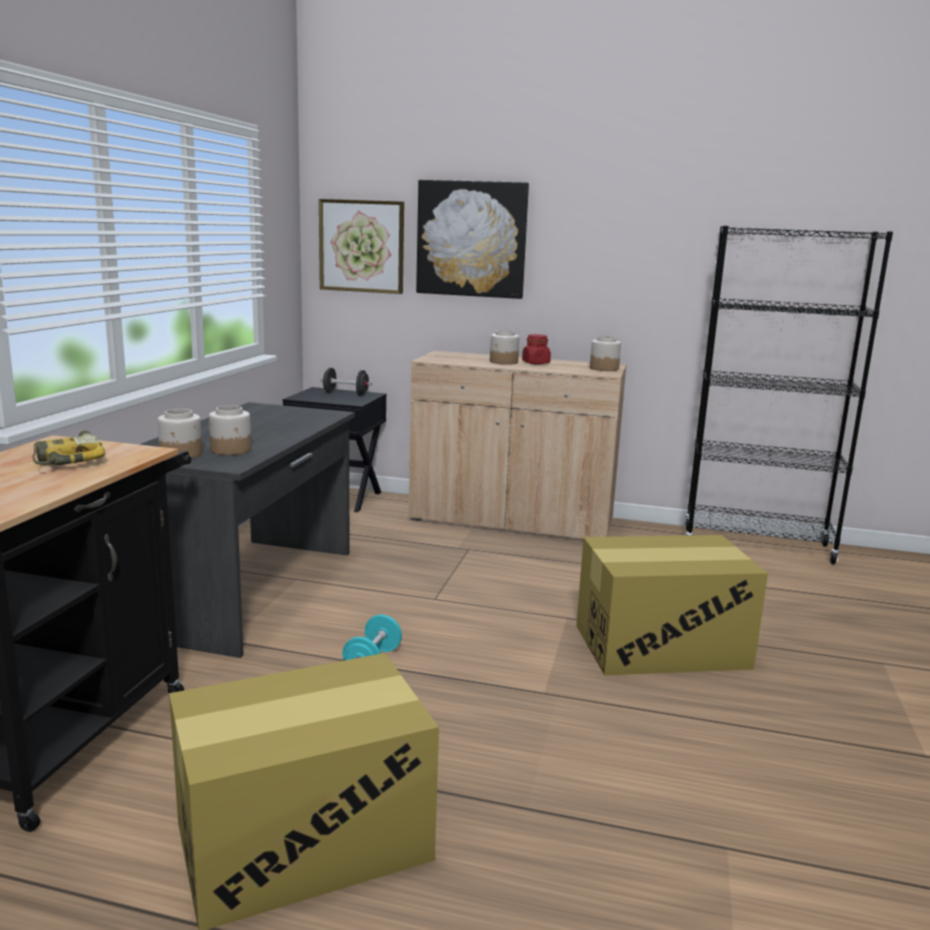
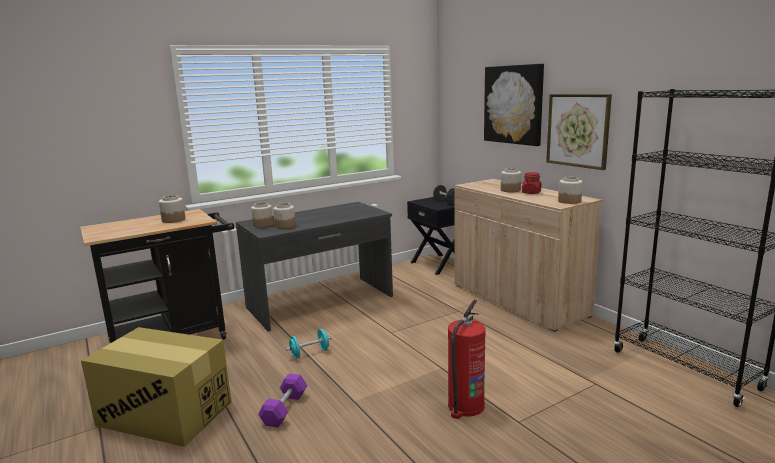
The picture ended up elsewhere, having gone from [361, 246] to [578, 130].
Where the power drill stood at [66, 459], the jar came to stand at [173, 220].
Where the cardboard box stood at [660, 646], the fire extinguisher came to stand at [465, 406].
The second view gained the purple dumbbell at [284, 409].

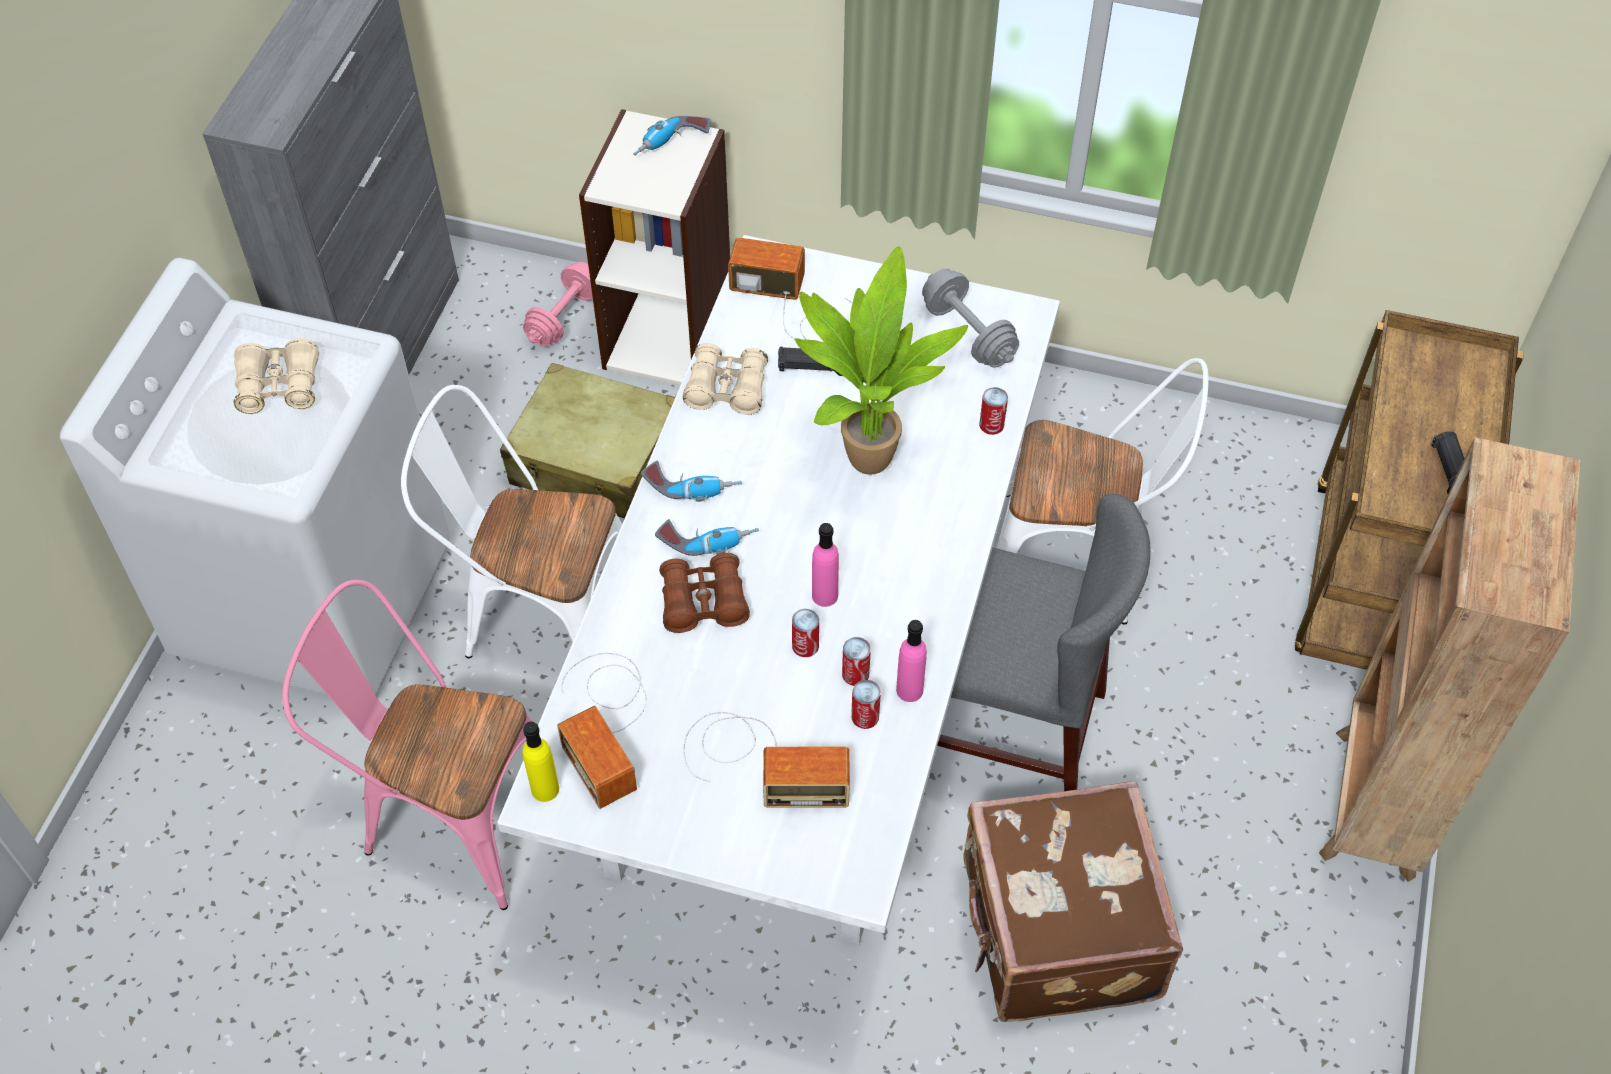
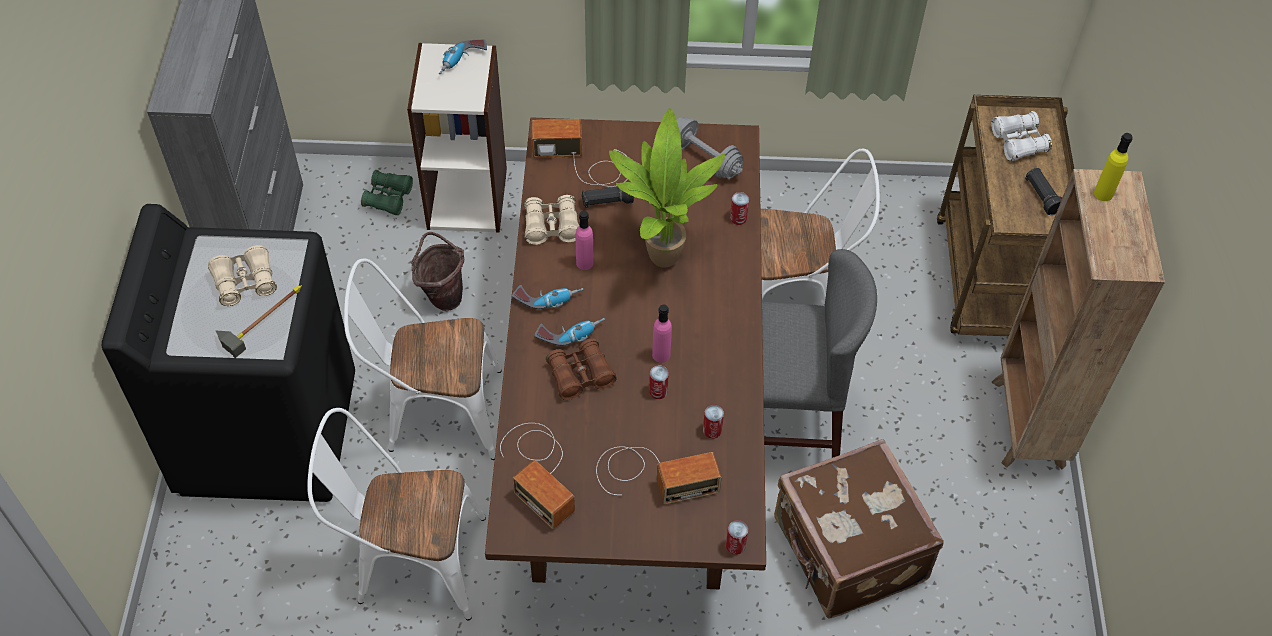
What was the white dining table at [805, 682] turned into the brown dining table at [632, 420].
What was the white washing machine at [316, 599] turned into the black washing machine at [268, 432].
Where the pink dumbbell stood at [564, 317], the green binoculars came to stand at [388, 198].
Where the beige suitcase stood at [597, 461], the brown bucket came to stand at [442, 295].
What was the pink chair at [449, 812] turned into the white chair at [410, 561].
The pink bottle ended up elsewhere, having gone from [909, 690] to [584, 263].
The can ended up elsewhere, having gone from [855, 674] to [735, 545].
The yellow bottle ended up elsewhere, having gone from [545, 789] to [1103, 194].
The second view gained the white binoculars at [1018, 142].
The second view gained the hammer at [262, 317].

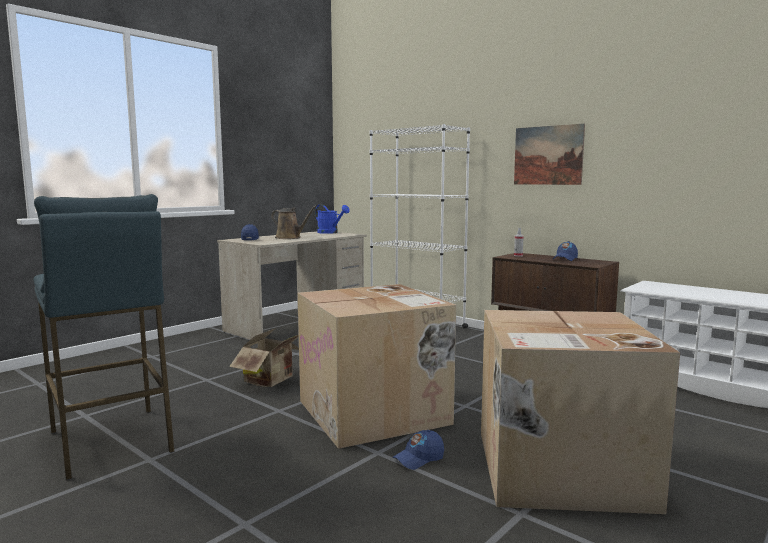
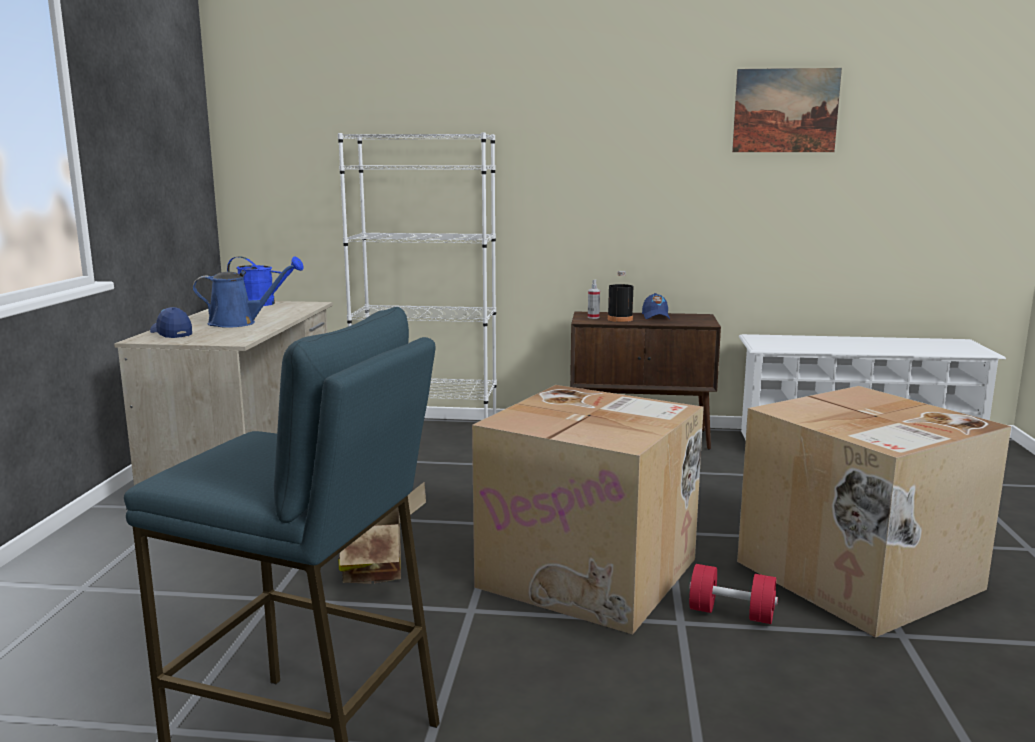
The picture ended up elsewhere, having gone from [548, 155] to [785, 110].
What was the brown watering can at [290, 238] turned into the blue watering can at [237, 323].
Where the blue cap stood at [419, 459], the red dumbbell came to stand at [731, 613].
The second view gained the black bottle at [620, 319].

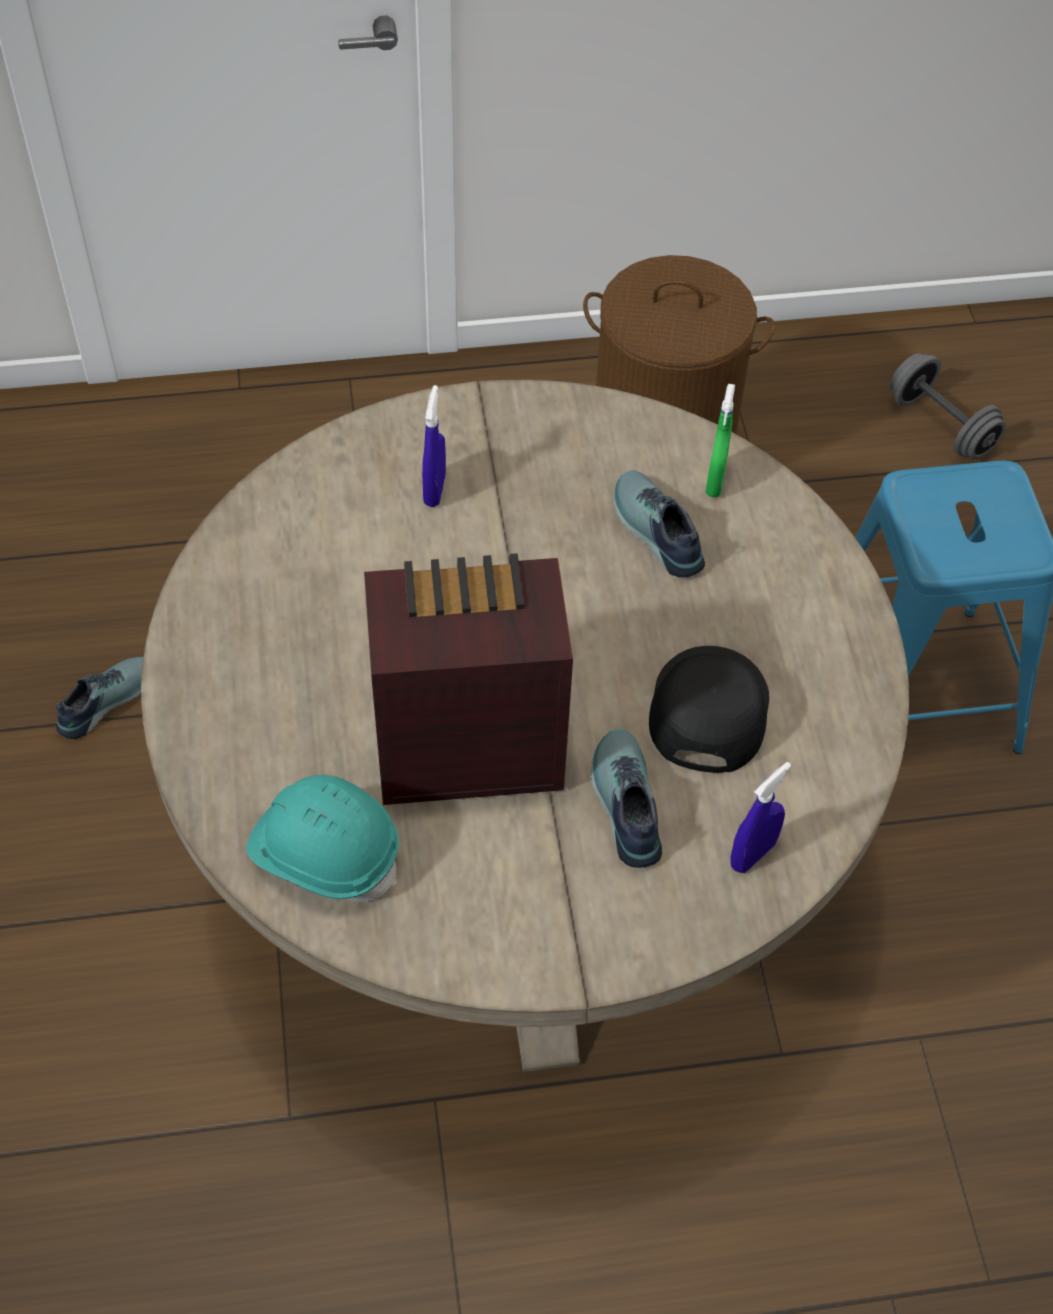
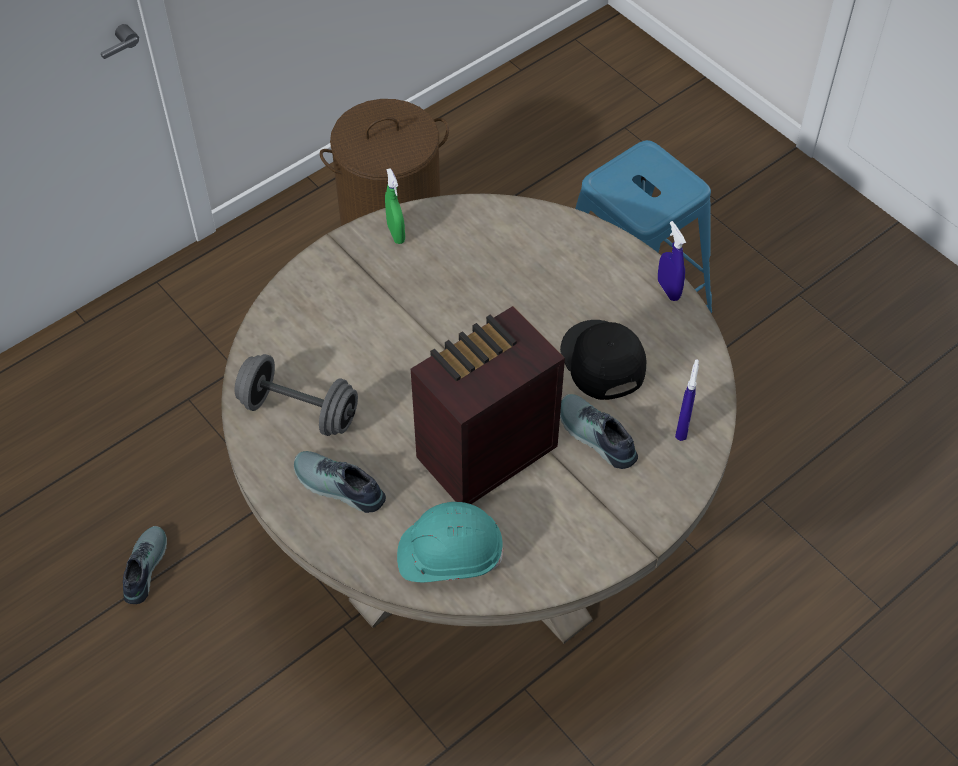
The grey dumbbell ended up elsewhere, having gone from [941, 425] to [299, 411].
The green spray bottle ended up elsewhere, having gone from [715, 481] to [396, 233].
The blue spray bottle ended up elsewhere, having gone from [434, 490] to [668, 290].
The shoe ended up elsewhere, having gone from [654, 532] to [338, 487].

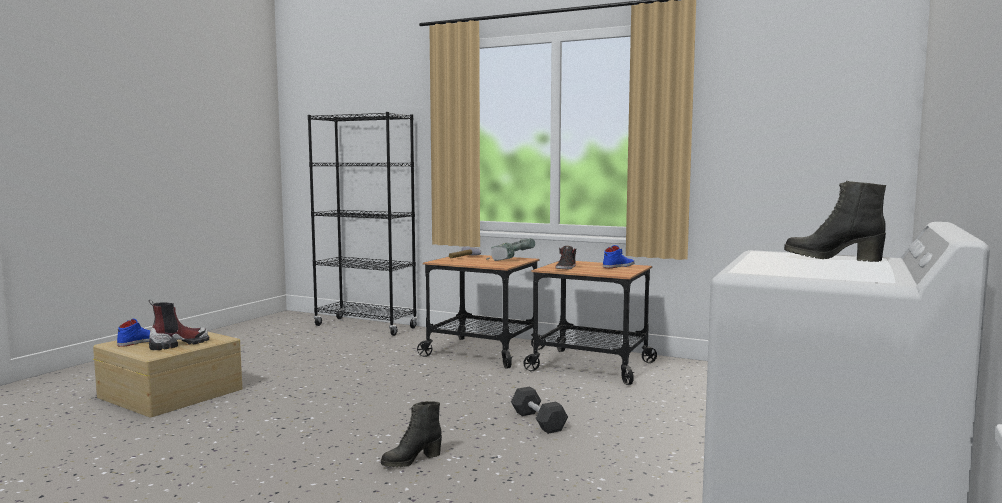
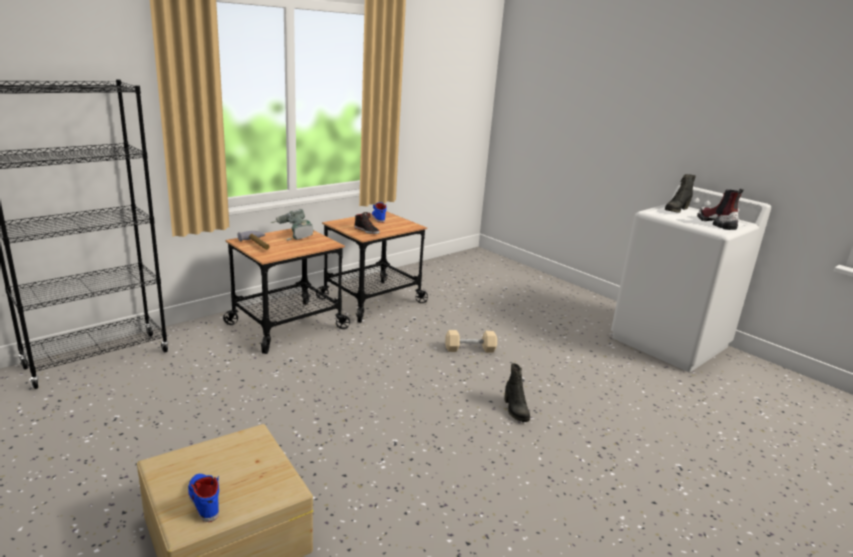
The boot ended up elsewhere, having gone from [179, 344] to [715, 223].
What was the black dumbbell at [538, 421] turned into the beige dumbbell at [470, 349].

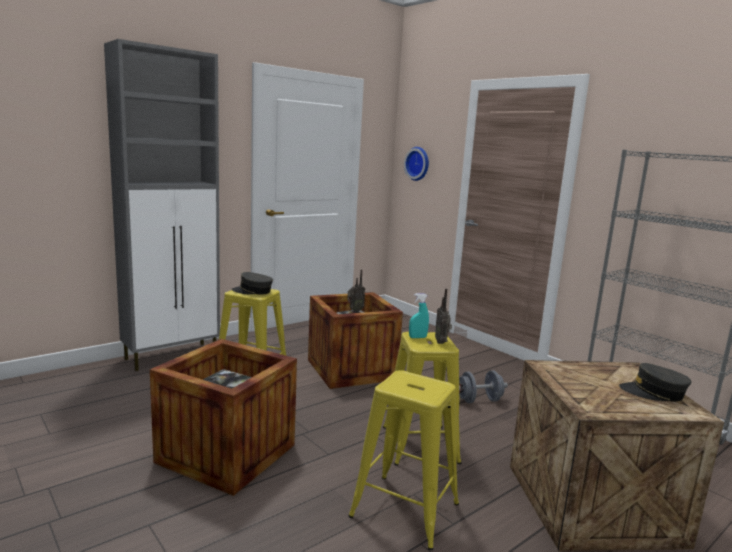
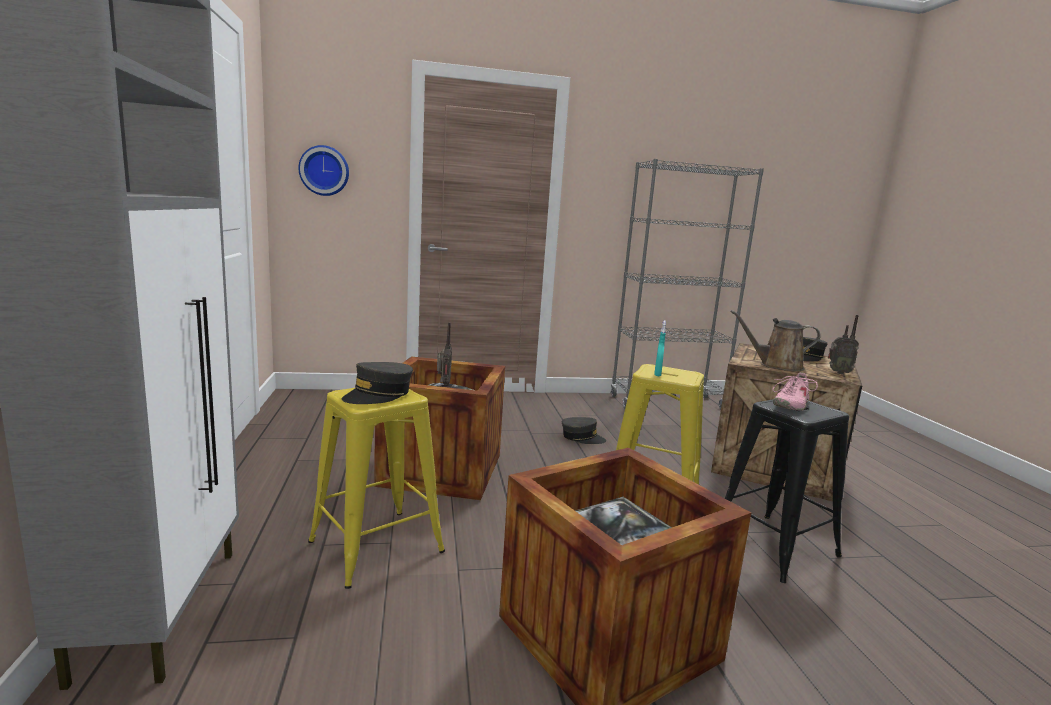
The radio ended up elsewhere, having gone from [441, 342] to [838, 372].
What was the yellow stool at [405, 510] turned into the black stool at [774, 546].
Where the grey dumbbell stood at [479, 400], the grey cap came to stand at [582, 438].
The second view gained the brown watering can at [776, 365].
The second view gained the pink shoe at [790, 404].

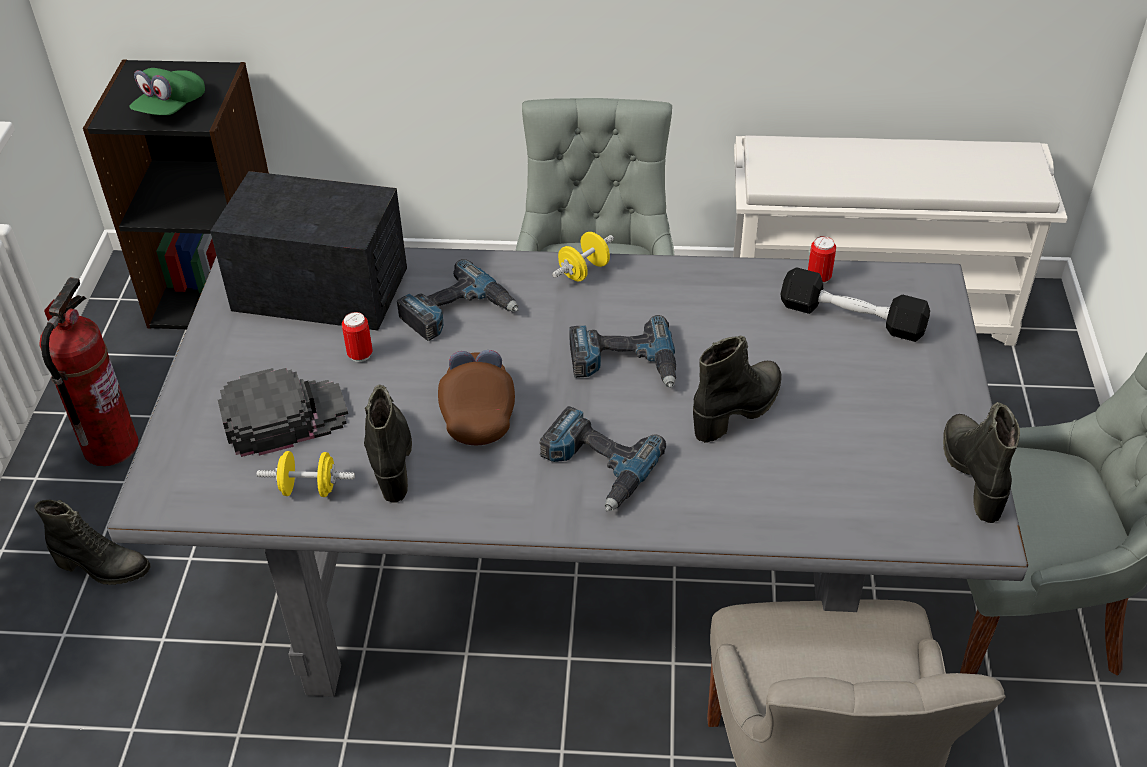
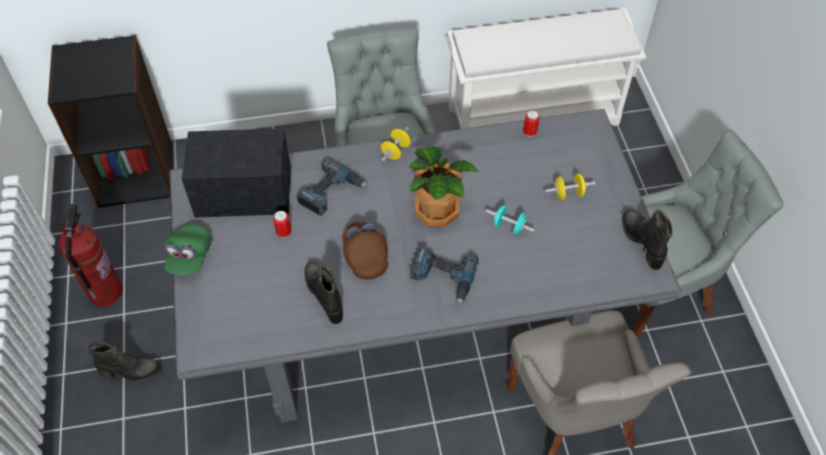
The green cap ended up elsewhere, having gone from [171, 108] to [190, 257].
The second view lost the black dumbbell at [852, 318].
Where the power drill stood at [623, 364], the potted plant came to stand at [437, 209].
Where the black boot stood at [738, 410], the turquoise dumbbell came to stand at [509, 227].
The second view lost the black cap at [284, 417].
The yellow dumbbell ended up elsewhere, having gone from [309, 488] to [568, 193].

